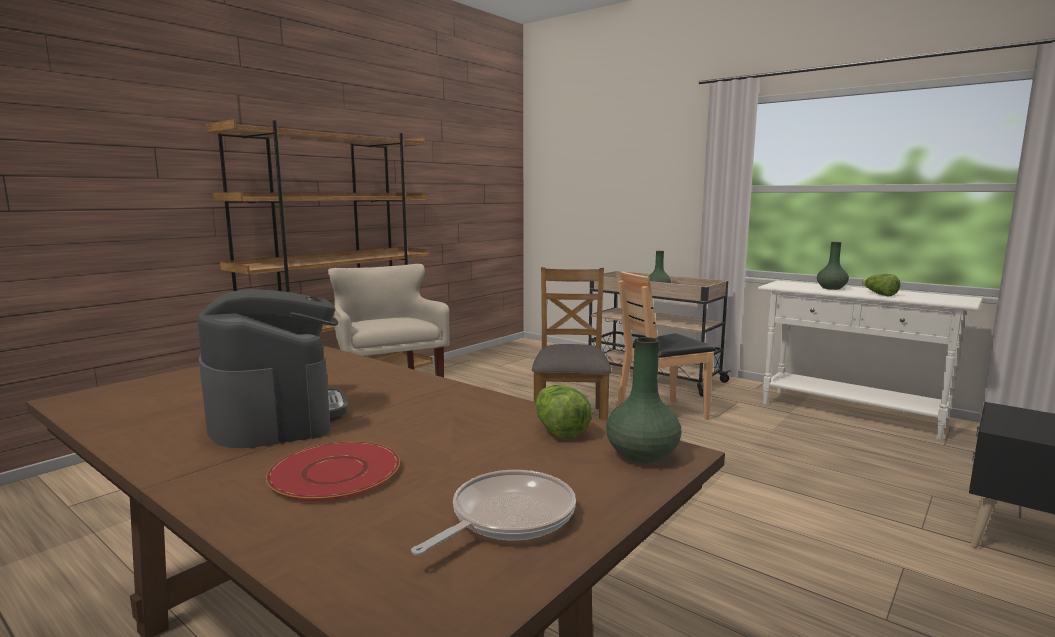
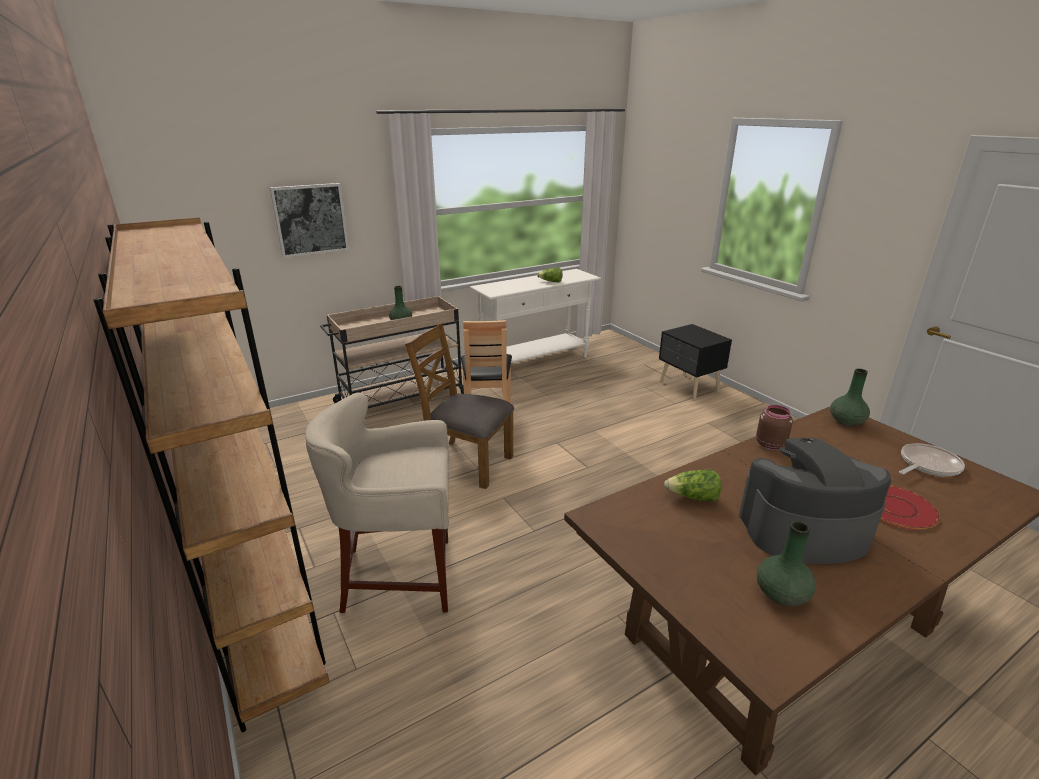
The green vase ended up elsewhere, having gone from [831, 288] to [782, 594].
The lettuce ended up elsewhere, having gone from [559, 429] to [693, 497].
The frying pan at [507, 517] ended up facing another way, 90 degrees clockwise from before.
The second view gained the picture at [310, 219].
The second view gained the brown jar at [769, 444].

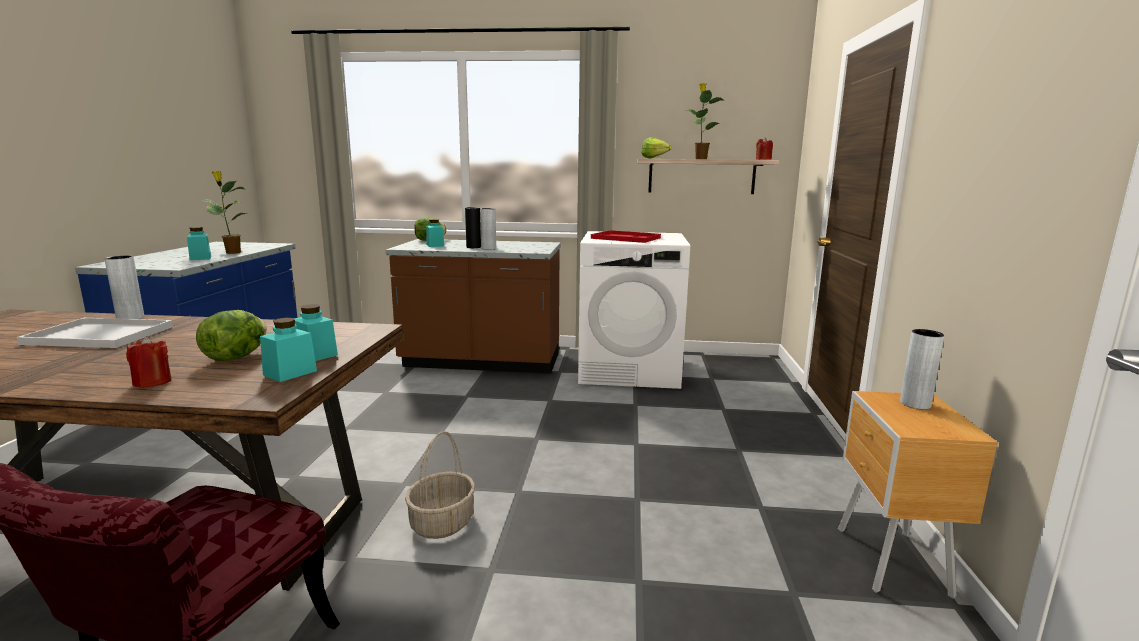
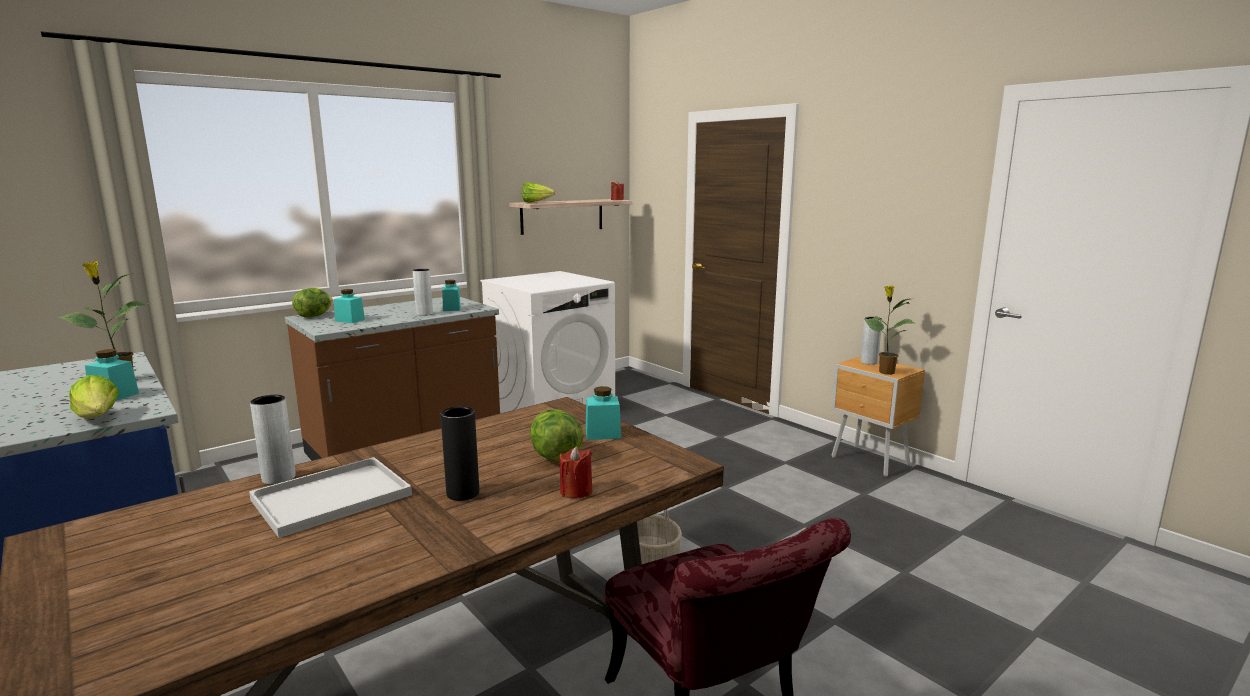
The potted plant ended up elsewhere, having gone from [700, 159] to [885, 372].
The black vase ended up elsewhere, having gone from [473, 247] to [463, 493].
The second view lost the red tray at [624, 238].
The turquoise jar ended up elsewhere, having gone from [290, 373] to [452, 308].
The second view gained the lettuce at [98, 418].

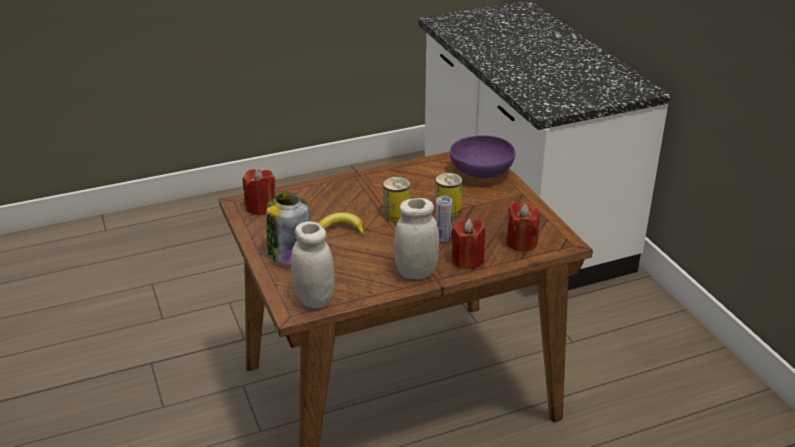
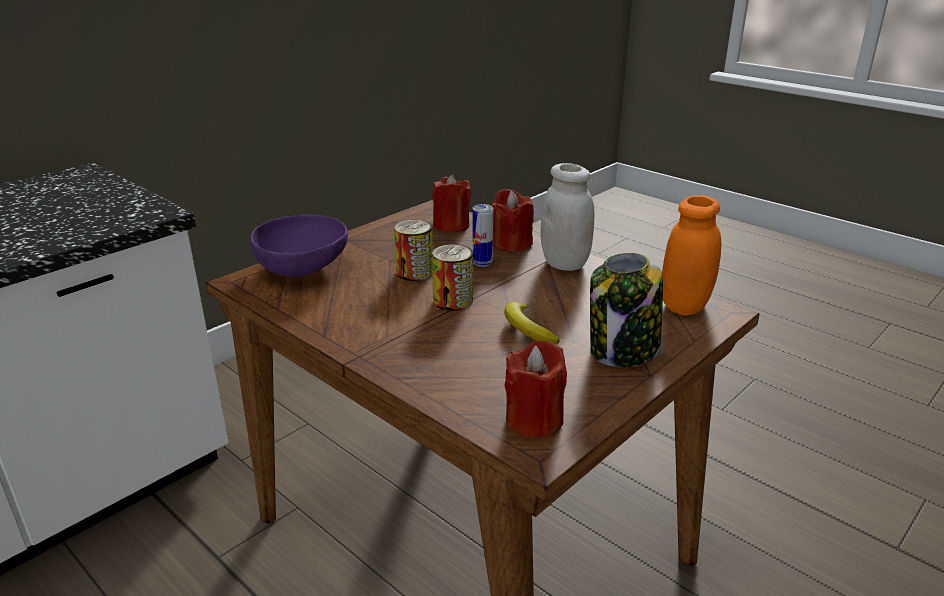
What was the white jar at [314, 299] turned into the orange jar at [684, 306].

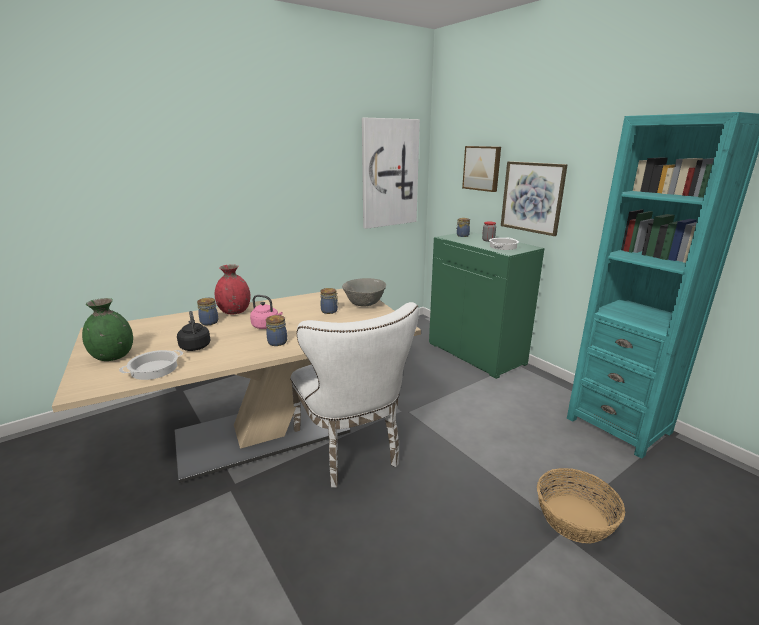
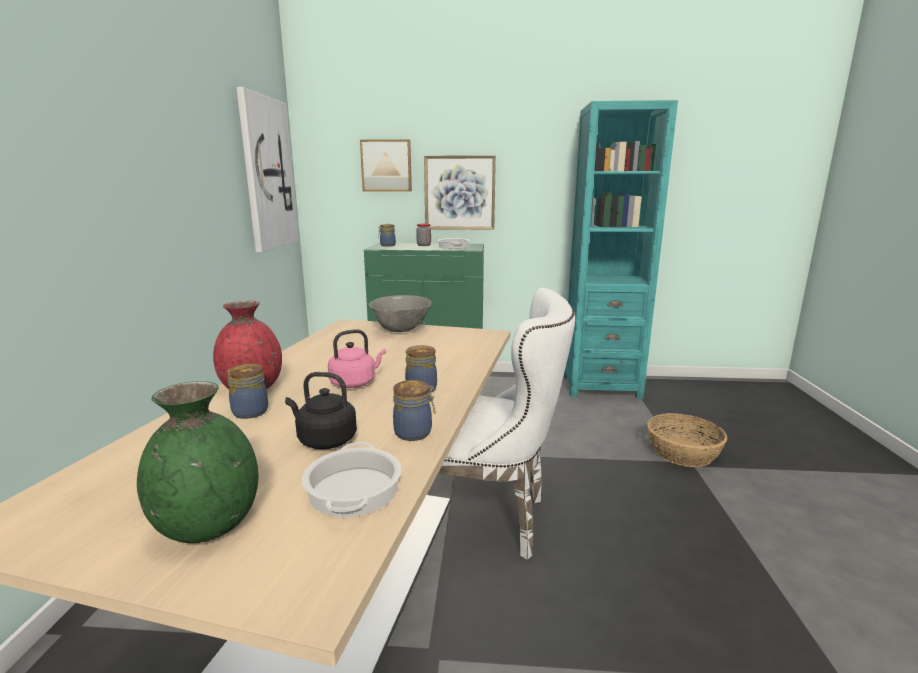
The jar ended up elsewhere, having gone from [330, 311] to [414, 433].

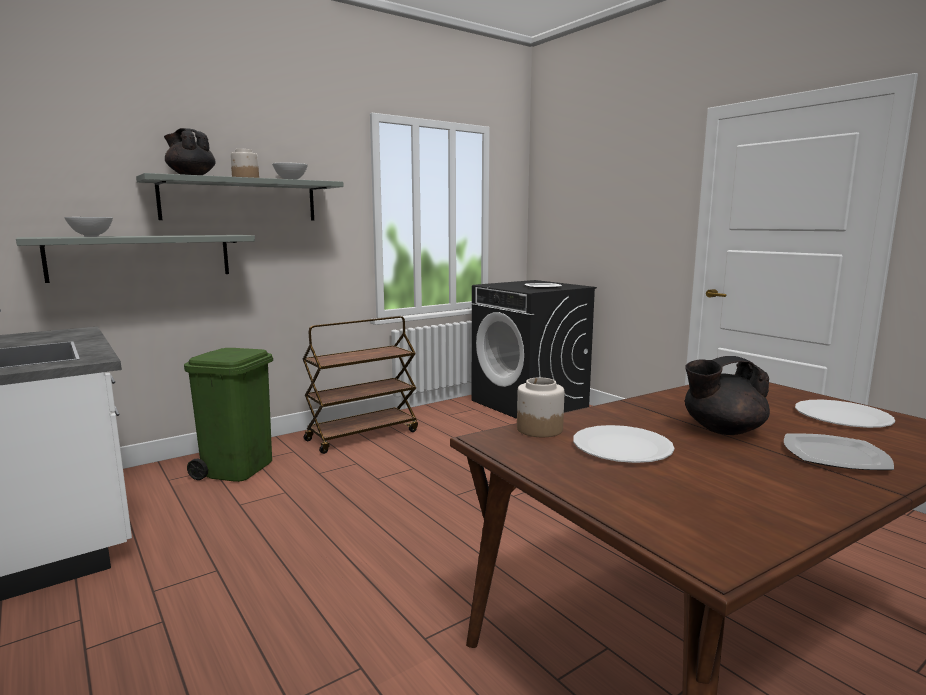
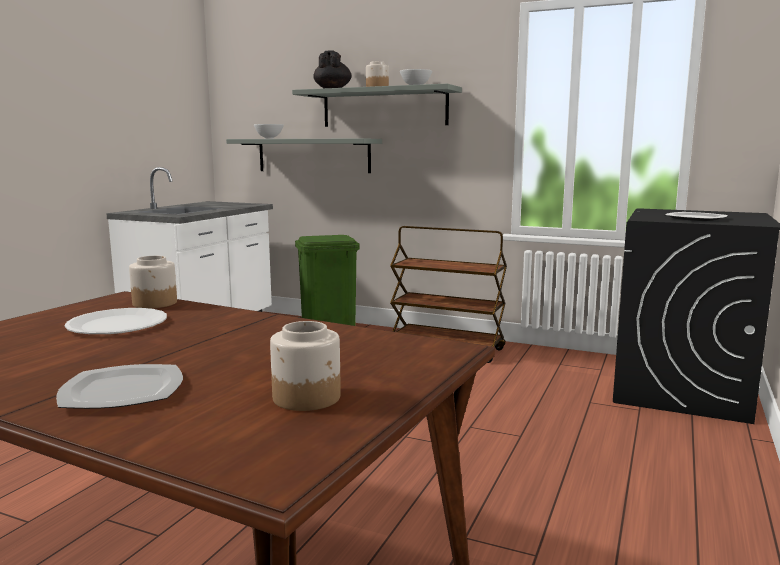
The second view lost the black teapot at [722, 430].
Where the white plate stood at [842, 416], the jar came to stand at [307, 397].

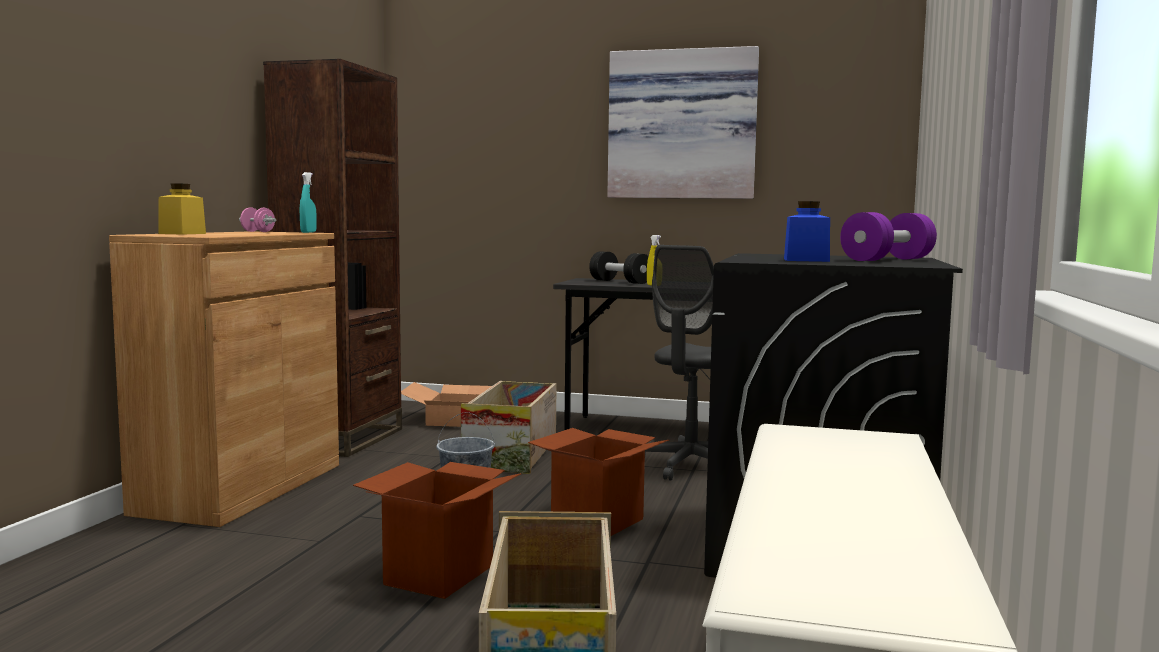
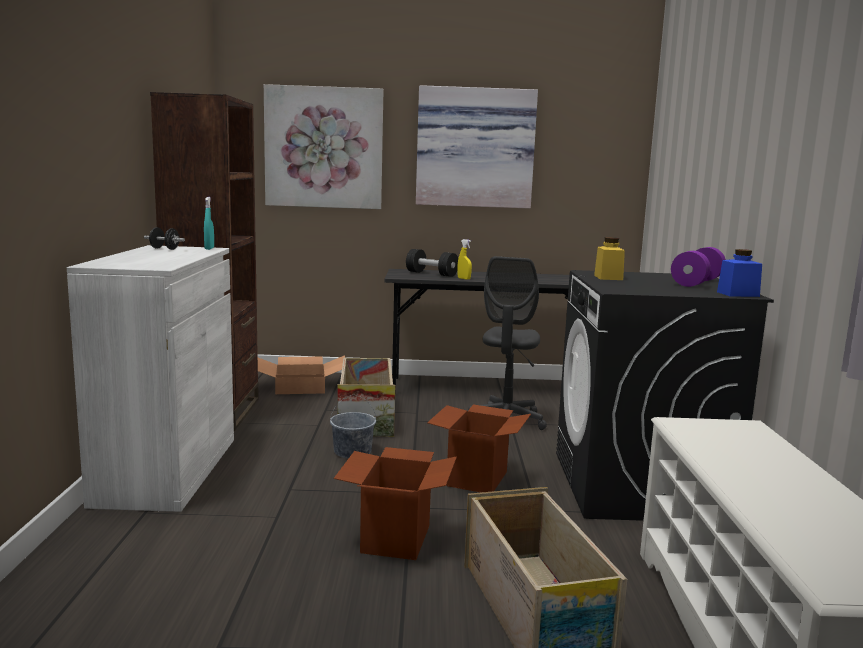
The yellow jar ended up elsewhere, having gone from [182, 233] to [608, 277].
The blue jar ended up elsewhere, having gone from [806, 260] to [738, 294].
What was the pink dumbbell at [258, 232] turned into the black dumbbell at [164, 249].
What was the brown cabinet at [241, 488] turned into the white cabinet at [167, 470].
The second view gained the picture at [324, 148].

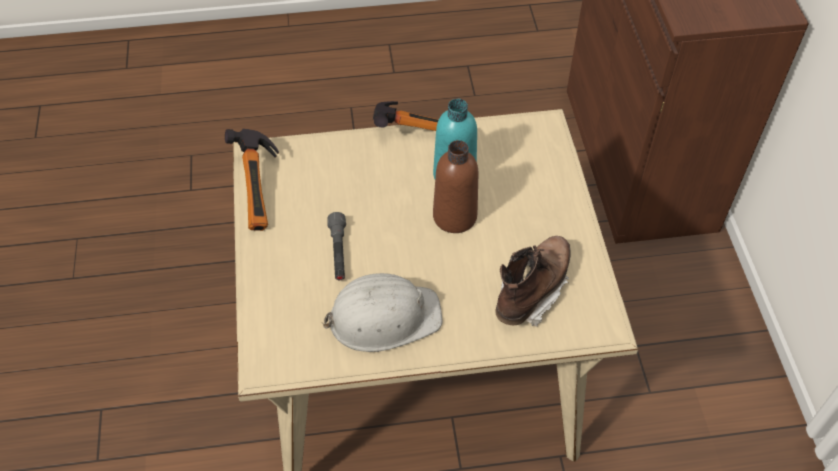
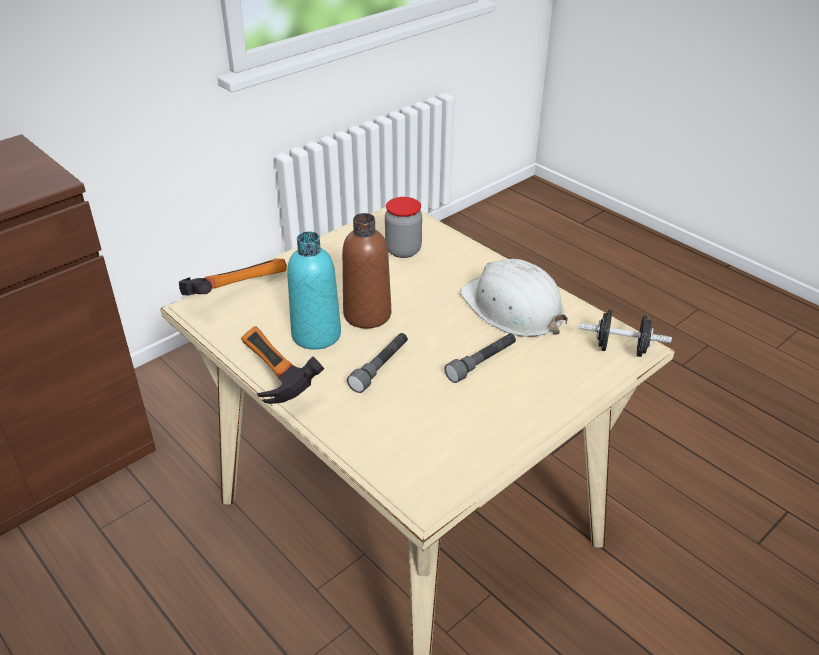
The hammer ended up elsewhere, having gone from [261, 190] to [233, 291].
Where the brown boot stood at [531, 291], the jar came to stand at [403, 250].
The second view gained the black dumbbell at [621, 349].
The second view gained the grey flashlight at [380, 368].

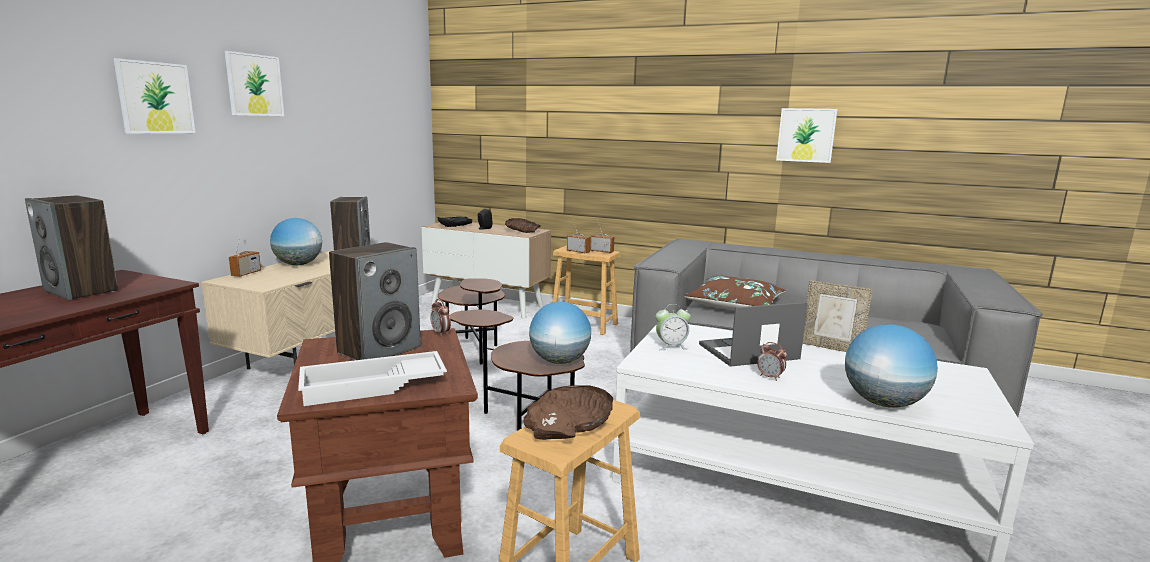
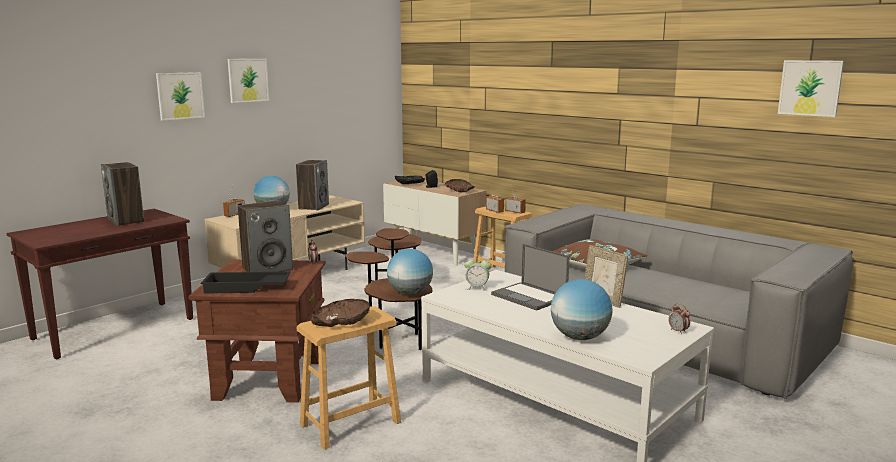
The picture ended up elsewhere, having gone from [806, 135] to [810, 88].
The laptop at [747, 352] ended up facing another way, 135 degrees counterclockwise from before.
The alarm clock ended up elsewhere, having gone from [770, 377] to [678, 331].
What was the white tray at [373, 386] turned into the black tray at [246, 288].

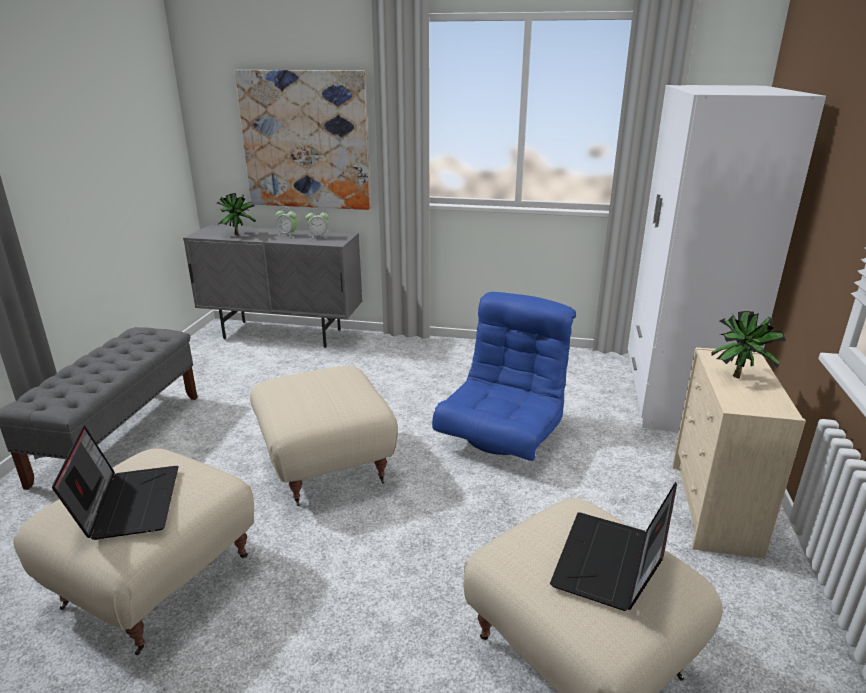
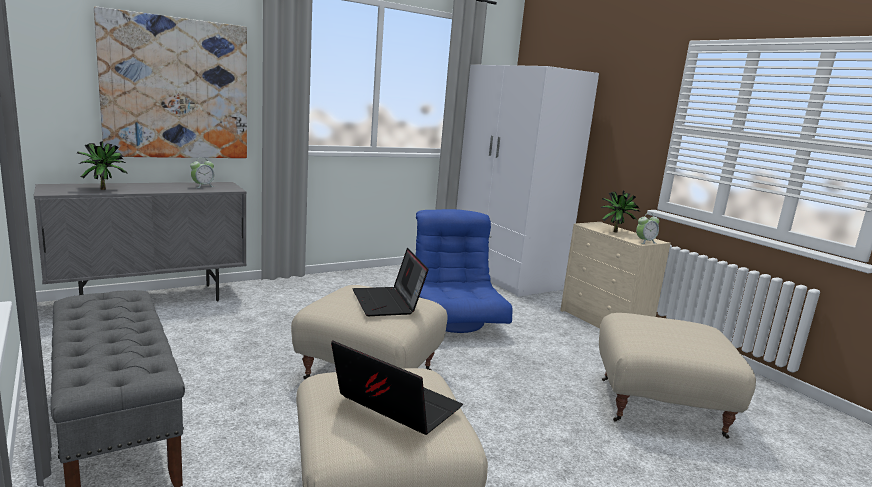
The alarm clock ended up elsewhere, having gone from [287, 235] to [645, 242].
The laptop ended up elsewhere, having gone from [611, 565] to [388, 302].

